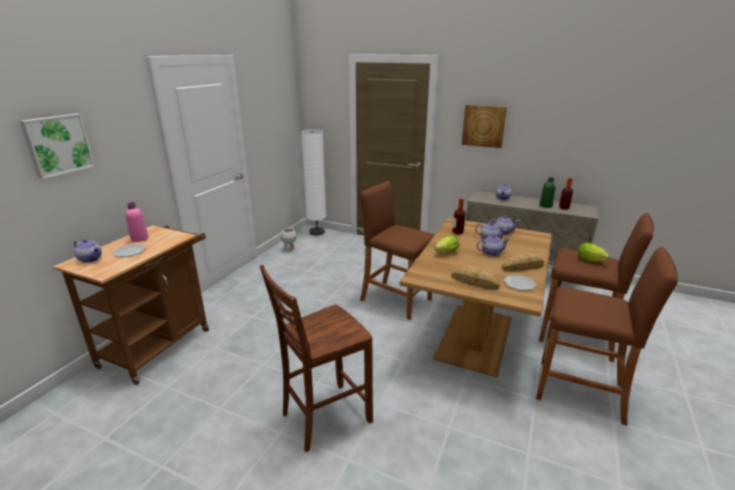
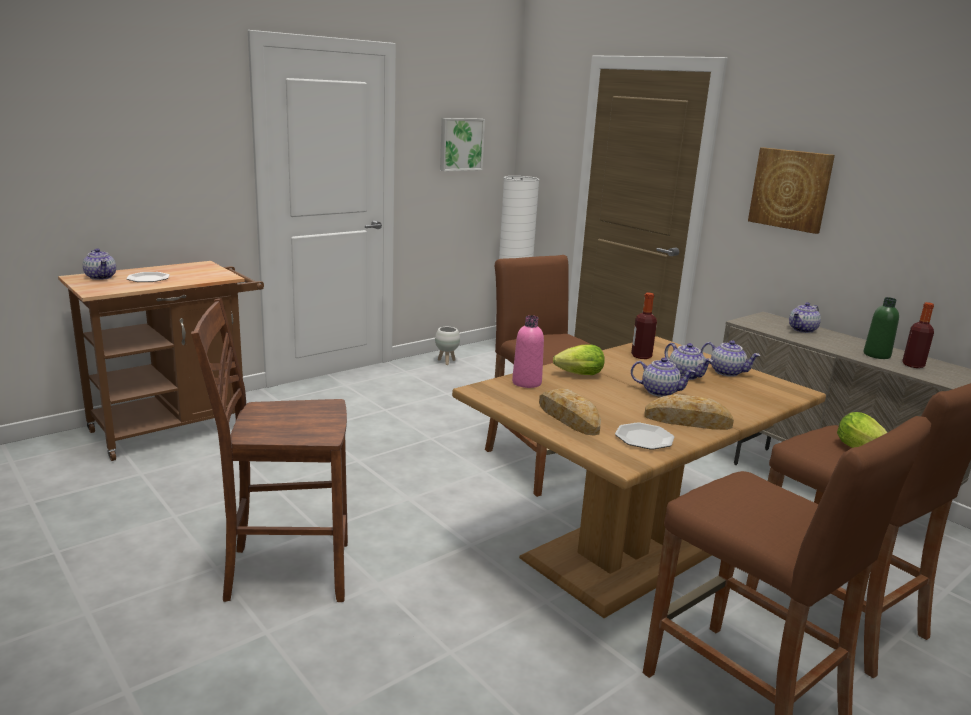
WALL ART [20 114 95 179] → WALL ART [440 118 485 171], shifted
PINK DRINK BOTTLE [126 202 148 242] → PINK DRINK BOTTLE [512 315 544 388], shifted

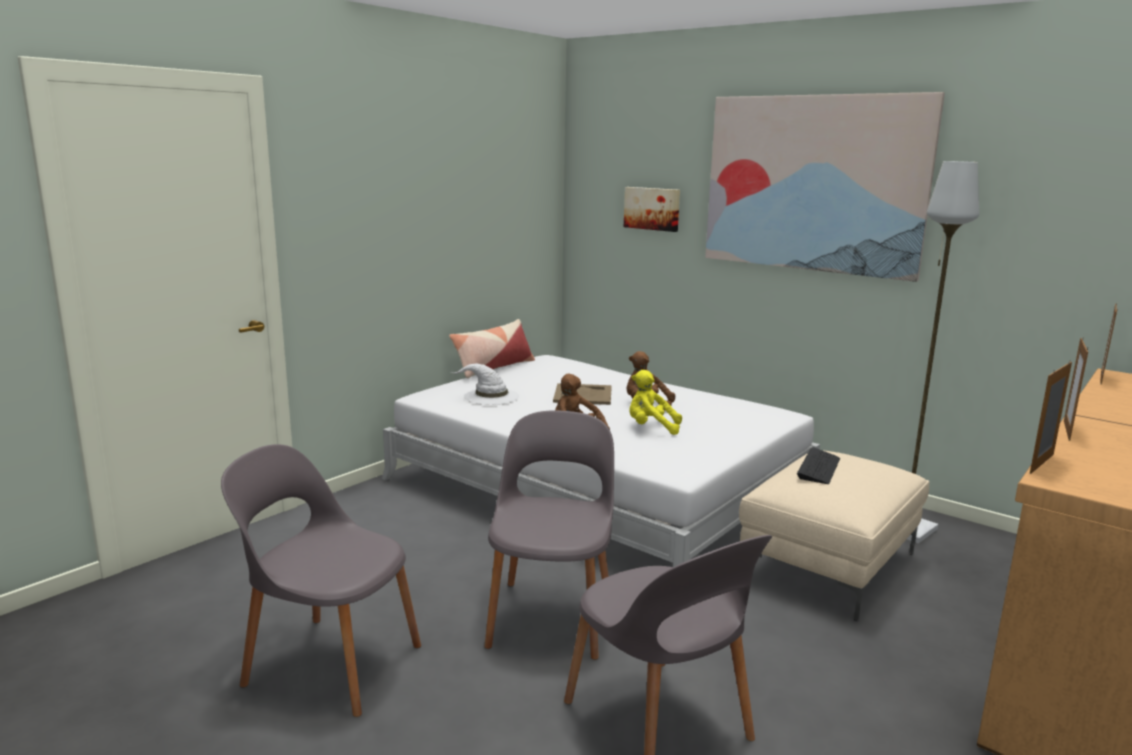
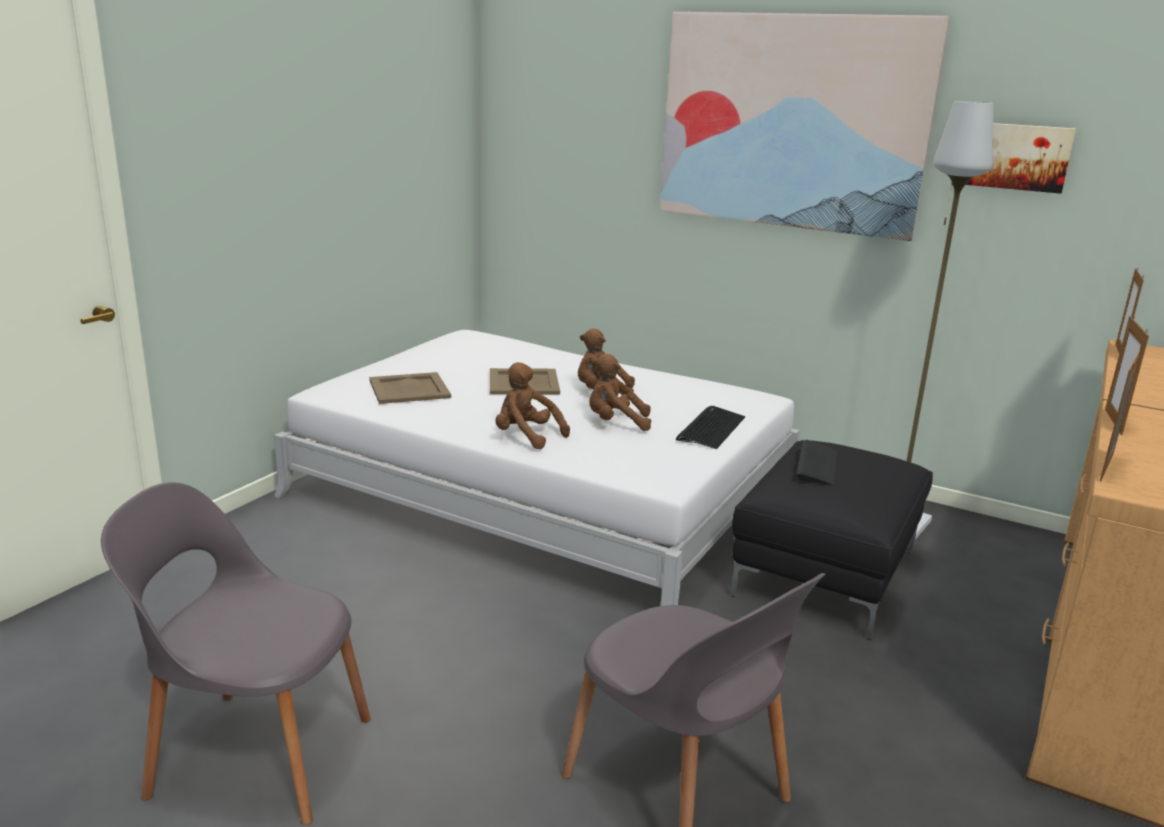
WHITE-COLOURED CLOTHING HAT [451 364 519 405] → BEIGE-COLOURED SERVING TRAY [369 372 451 404]
YELLOWISH CUDDLY TOY [629 370 682 435] → BROWN-COLOURED CUDDLY TOY [589 354 651 431]
- → PC KEYBOARD [676 406 745 449]
BEIGE-COLOURED OTTOMAN [739 450 929 621] → BLACK OTTOMAN [731 440 933 640]
WALL ART [624 187 680 232] → WALL ART [966 123 1076 194], shifted
CUSHION [449 319 535 378] → -
GRAY CHAIR [484 410 614 660] → -

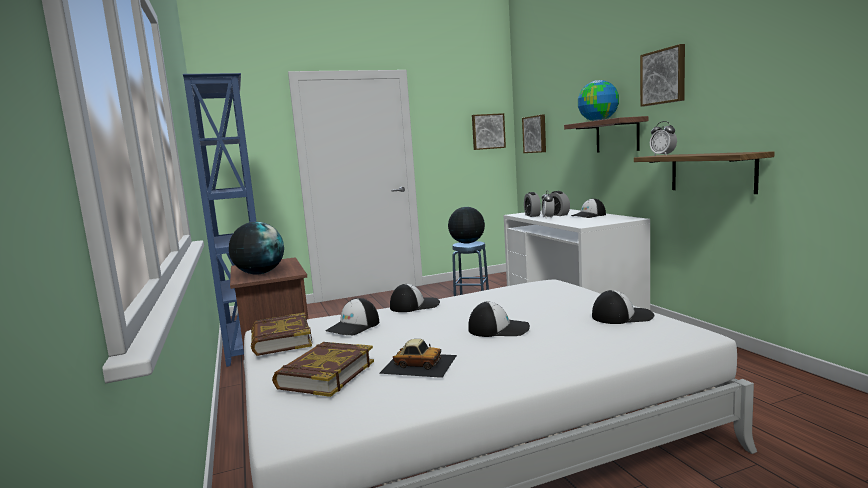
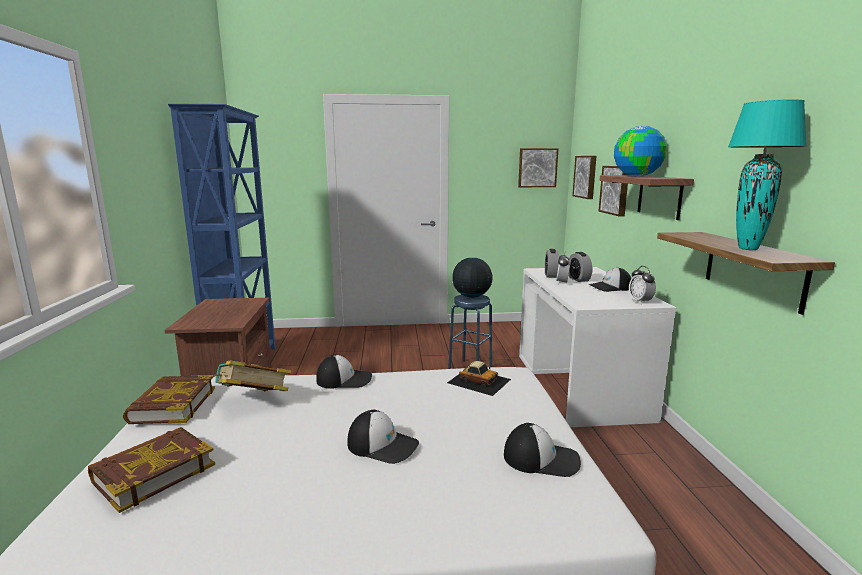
PEAKED CAP [326 298 379 335] → BOOK [210 361 291 391]
MODEL CAR [379 339 457 378] → MODEL CAR [447 361 511 396], shifted
WALL ART [640 44 685 107] → WALL ART [599 166 628 217], shifted
ALARM CLOCK [650 121 677 156] → ALARM CLOCK [629 266 656 304], shifted
- → TURQUOISE-COLOURED TABLE LAMP [728 99 807 250]
DESK GLOBE [229 222 284 274] → -

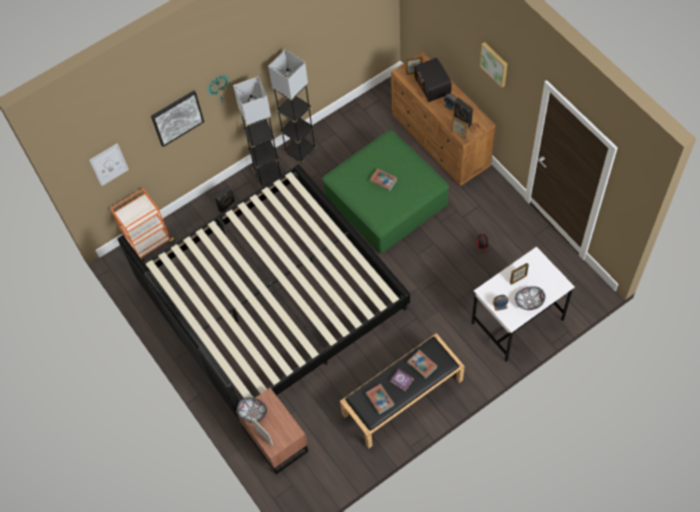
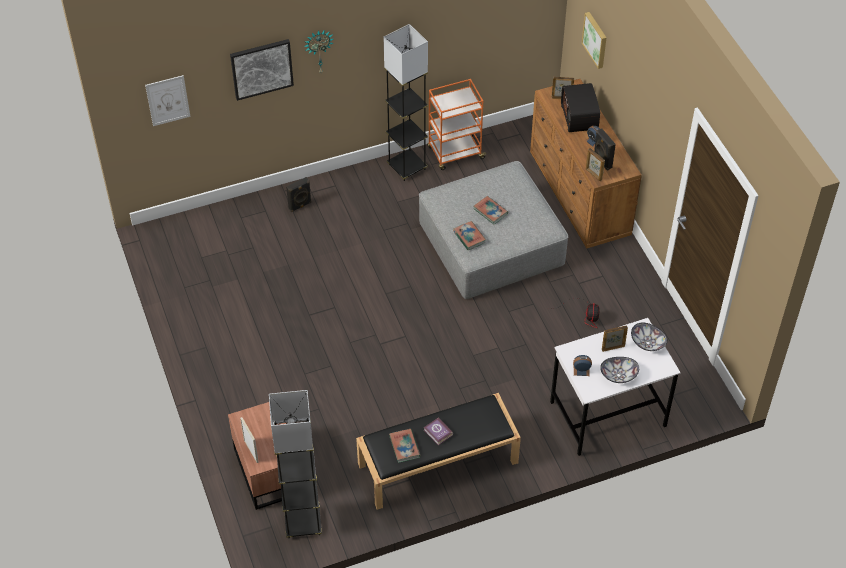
GRAY FLOOR LAMP [233 77 282 188] → GRAY FLOOR LAMP [269 390 322 539], shifted
GREENISH OTTOMAN [322 130 449 254] → GRAY OTTOMAN [419 161 568 299]
ORANGEY CART [110 188 176 262] → ORANGEY CART [427 79 487 170], shifted
BOOK [407 350 437 379] → BOOK [453 221 486 250], shifted
WALL ART [480 42 507 88] → WALL ART [582 12 606 69], shifted
DEEP DISH [237 397 267 423] → DEEP DISH [631 323 668 351], shifted
SLEEPING BED [118 164 410 420] → -

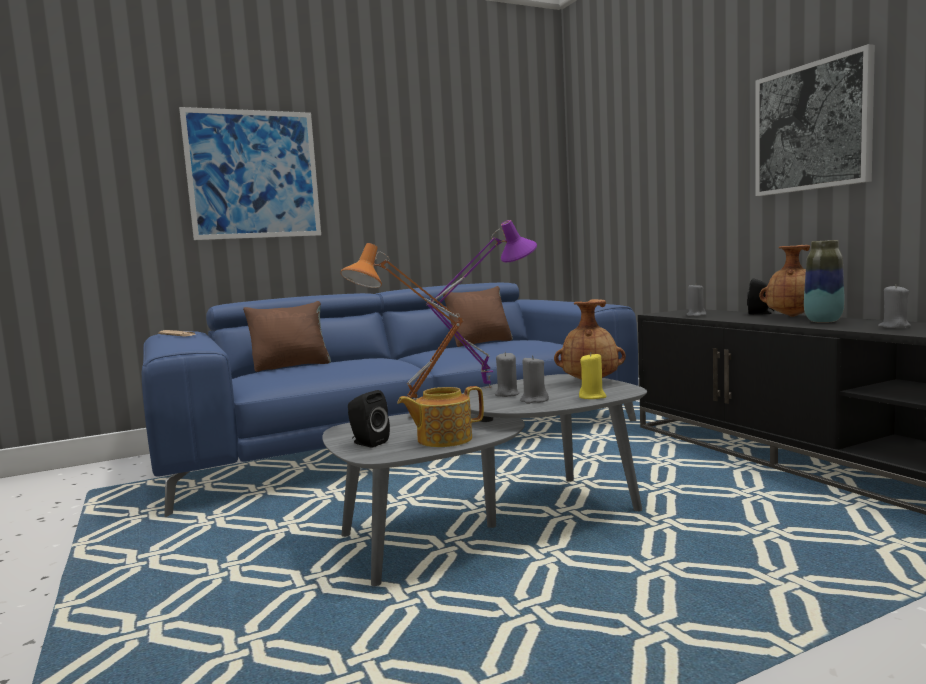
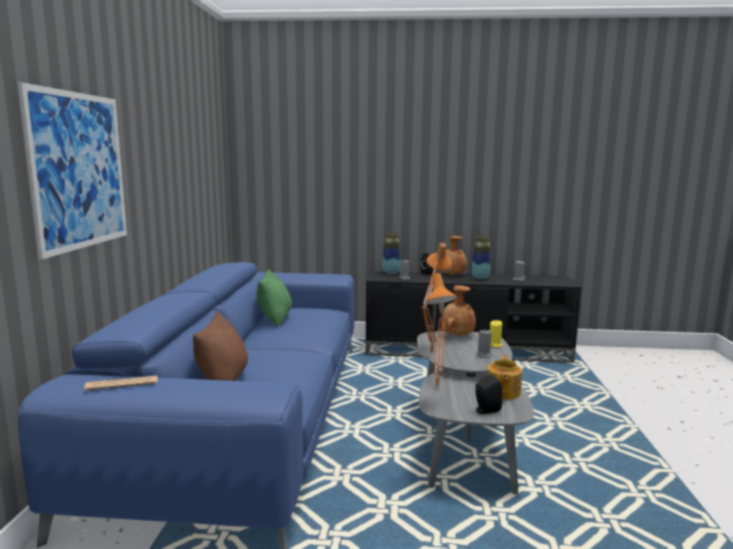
BROWN-COLOURED CUSHION [443 286 513 347] → GREENISH CUSHION [256 269 292 327]
- → DECORATIVE VASE [383 233 400 274]
PURPLISH TABLE LAMP [426 220 537 388] → ORANGEY TABLE LAMP [422 243 452 355]
GRAY WAX CANDLE [495 352 520 397] → -
WALL ART [755 44 875 196] → -

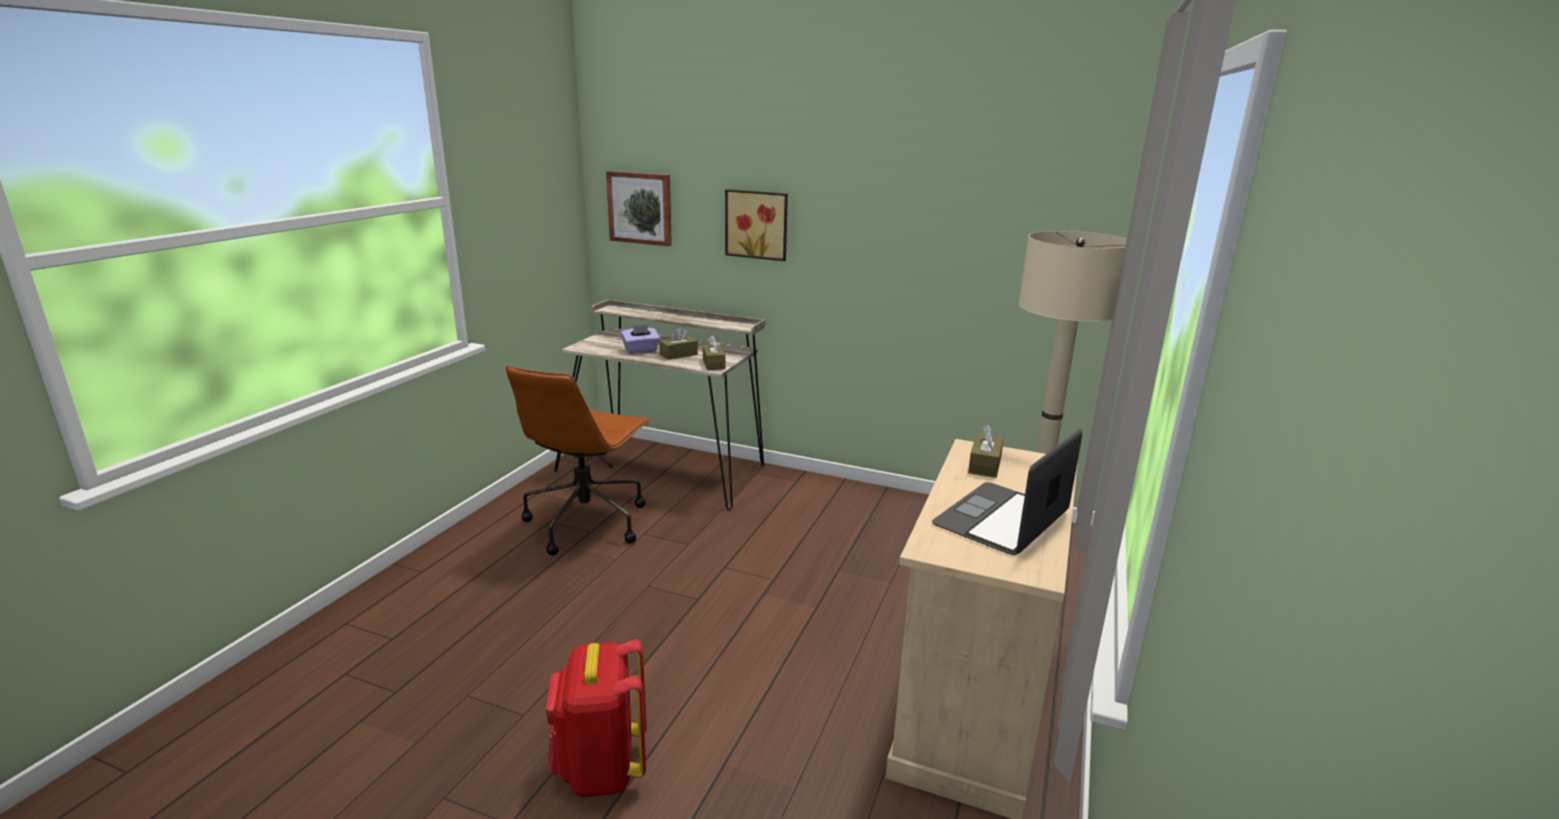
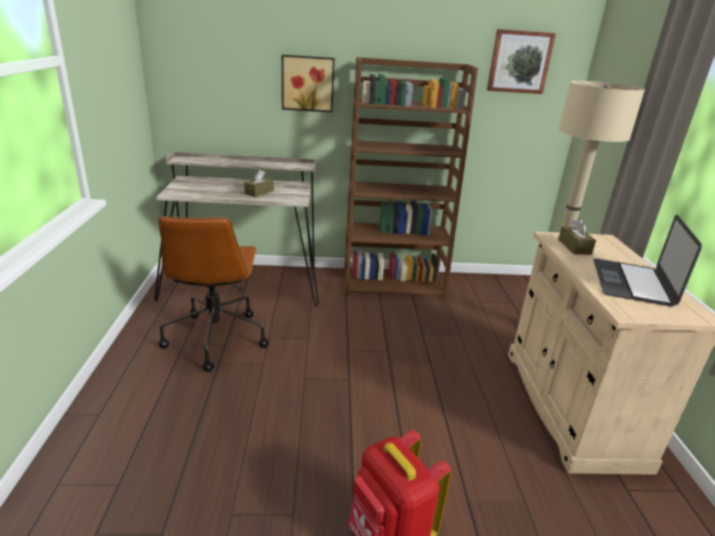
- → BROWN-COLOURED SHELVING UNIT [344 57 478 298]
WALL ART [606 171 672 246] → WALL ART [487 29 556 94], shifted
PURPLISH BOX OF TISSUES [621 325 660 353] → -
BROWN-COLOURED BOX OF TISSUES [703 336 726 370] → -

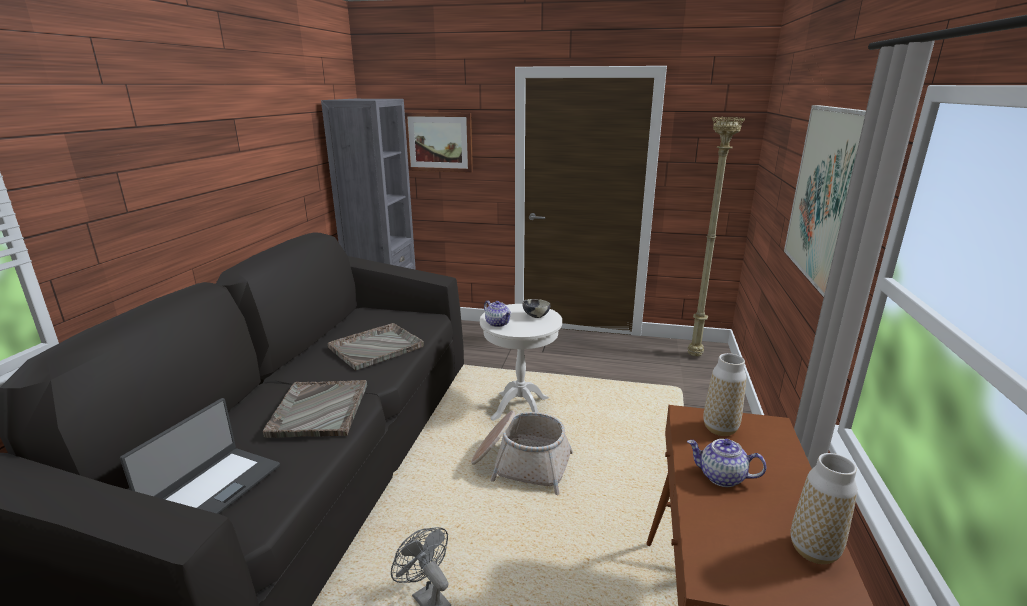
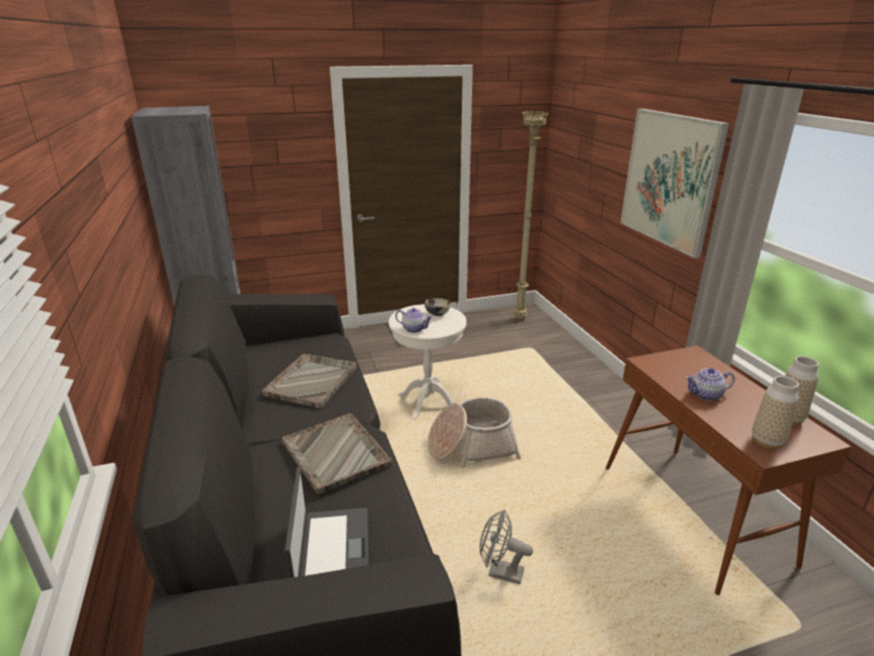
DECORATIVE VASE [703 353 746 436] → DECORATIVE VASE [752 376 799 449], shifted
WALL ART [405 112 473 173] → -

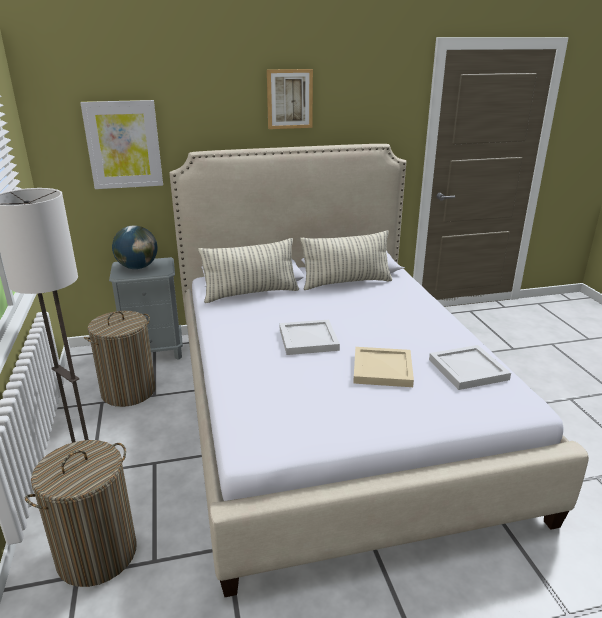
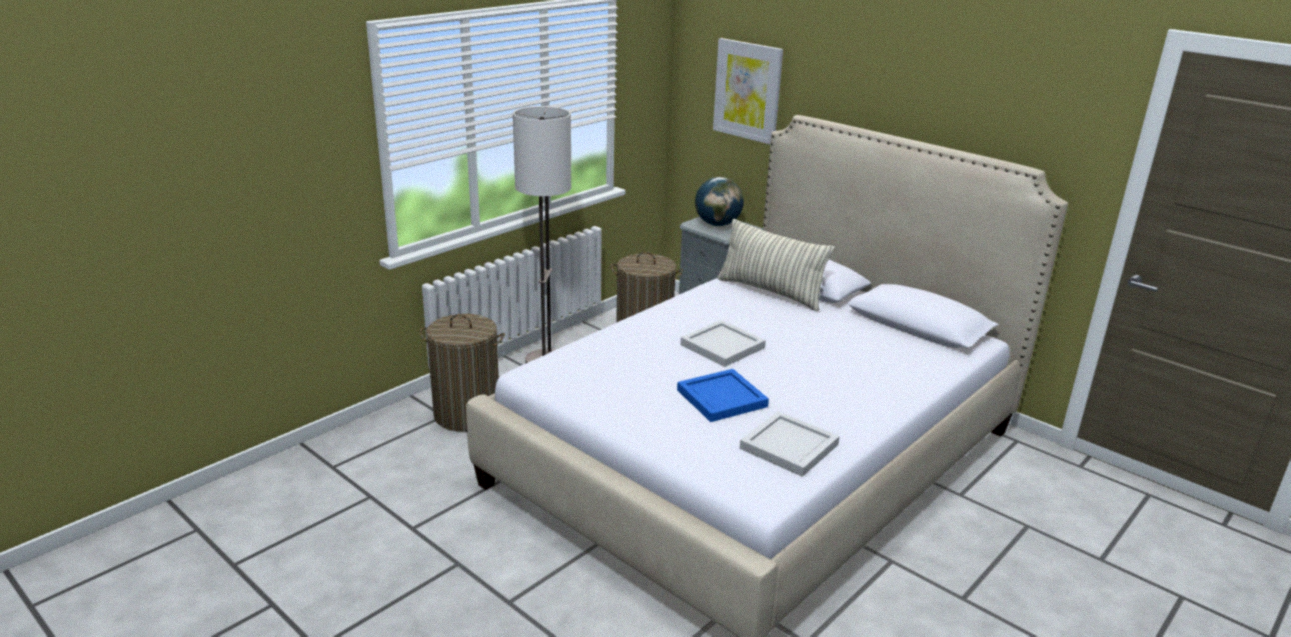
BEIGE-COLOURED SERVING TRAY [353 347 414 387] → BLUE-COLOURED SERVING TRAY [677 369 769 422]
WALL ART [267 69 313 129] → -
CUSHION [300 230 392 290] → -

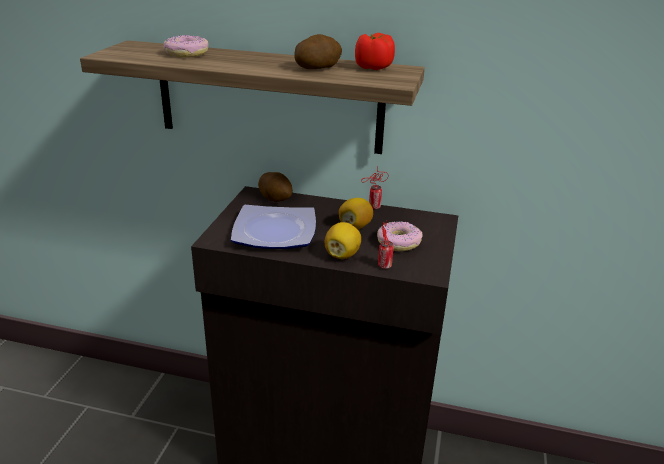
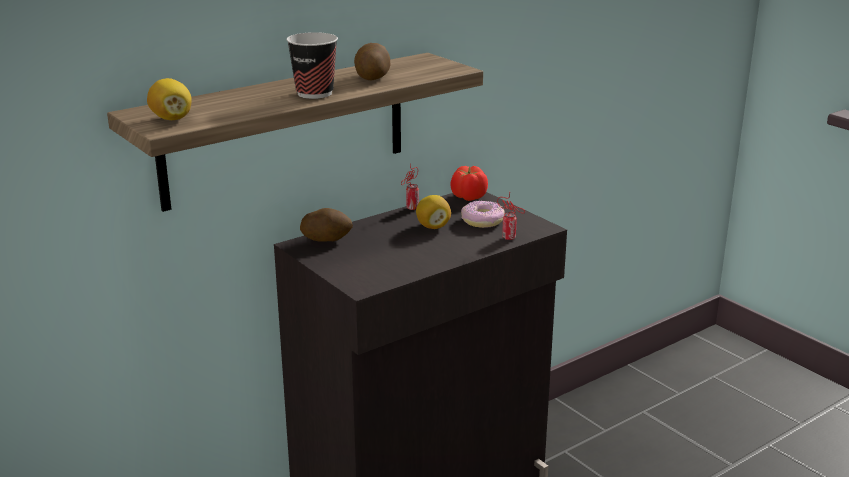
CITRUS FRUIT [325 222 361 259] → CITRUS FRUIT [147 78 192 120], shifted
- → DRINKING CUP [286 32 338 99]
WHOLE TOMATO [355 33 395 70] → WHOLE TOMATO [451 166 488 201], shifted
DOUGHNUT [163 35 209 58] → -
PLATE [231 205 316 249] → -

